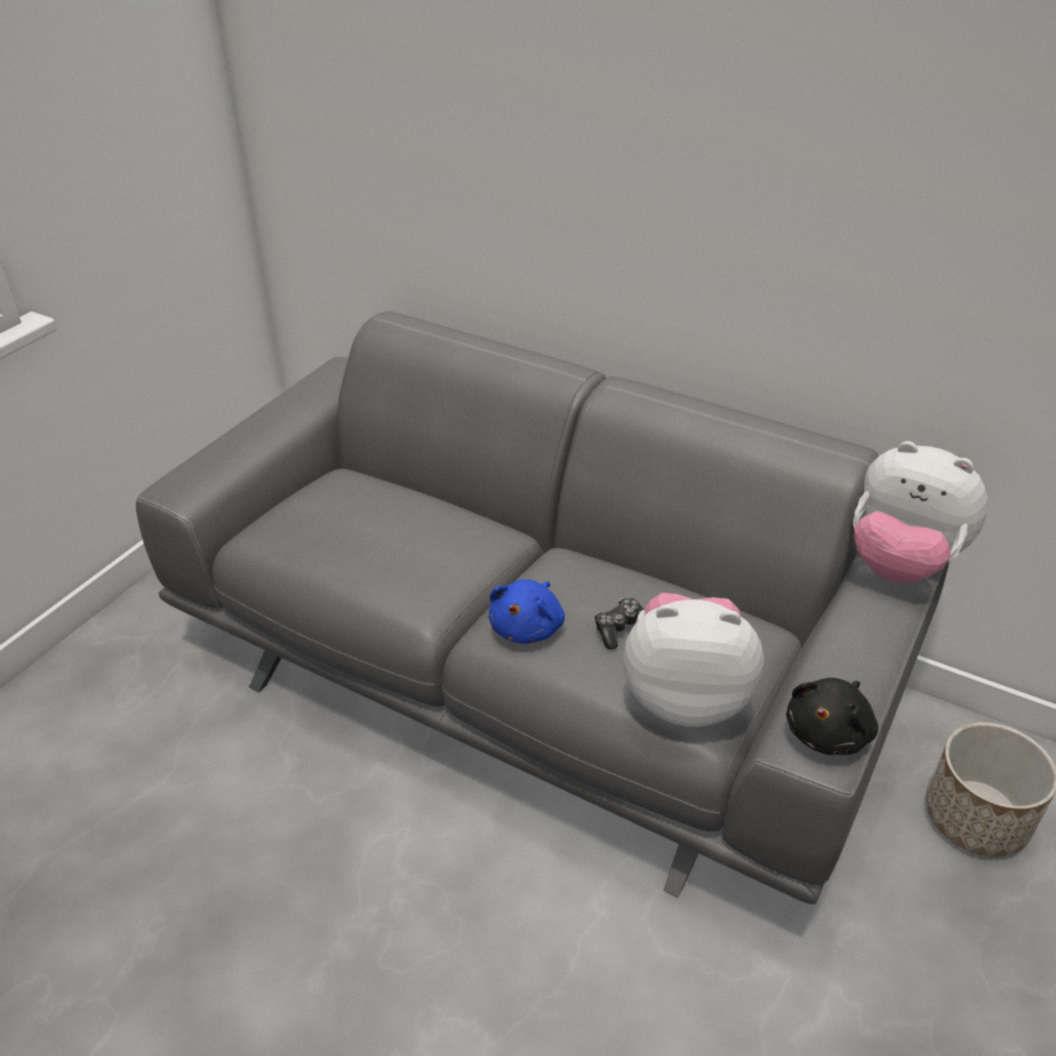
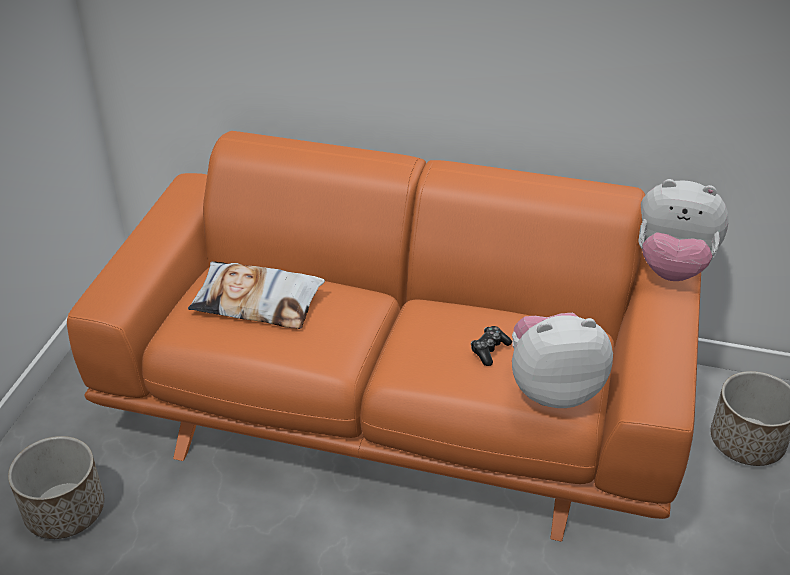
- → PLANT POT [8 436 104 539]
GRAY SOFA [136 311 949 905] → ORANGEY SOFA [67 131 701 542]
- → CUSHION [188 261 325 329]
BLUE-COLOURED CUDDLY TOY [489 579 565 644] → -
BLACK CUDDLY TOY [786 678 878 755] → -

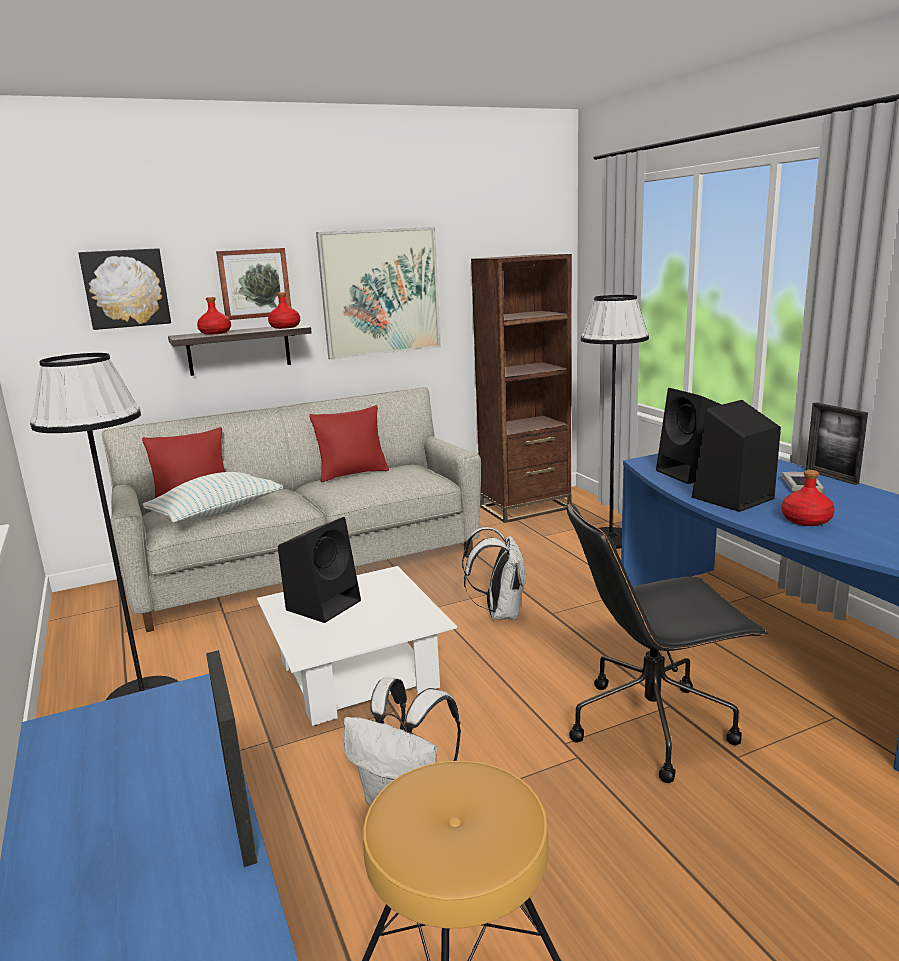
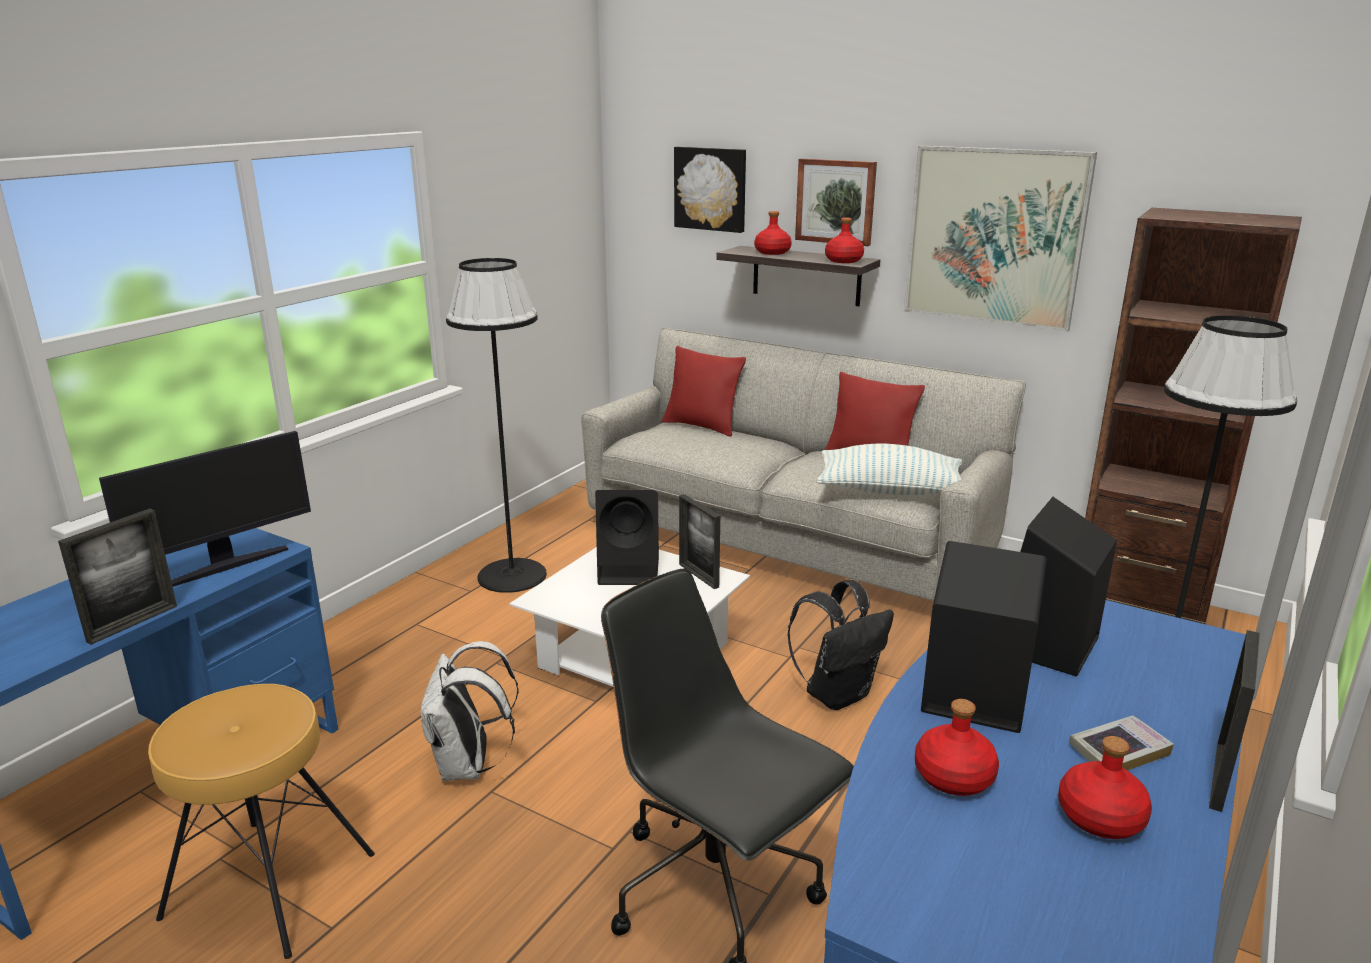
- → MONITOR [99 431 311 587]
- → PHOTO FRAME [679 494 720 589]
WHITE-COLOURED BACKPACK [462 527 526 620] → BLACK BACKPACK [787 580 894 710]
CUSHION [142 472 283 523] → CUSHION [816 444 962 495], shifted
- → REDDISH DRINK BOTTLE [1058 736 1152 839]

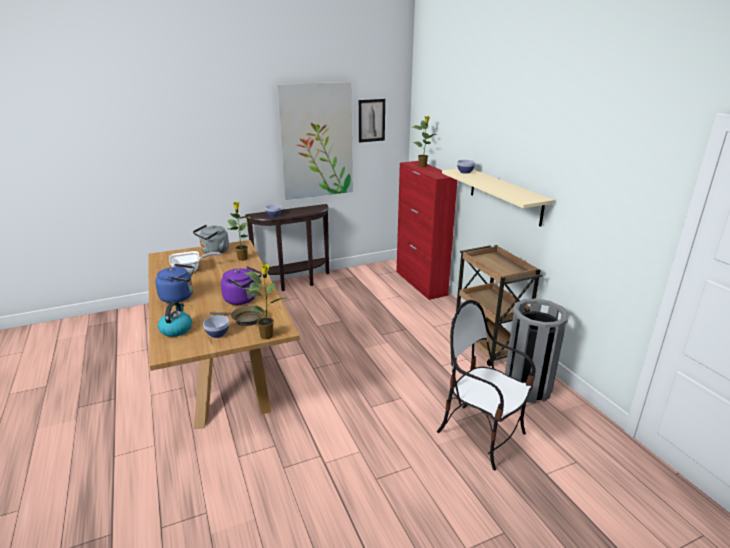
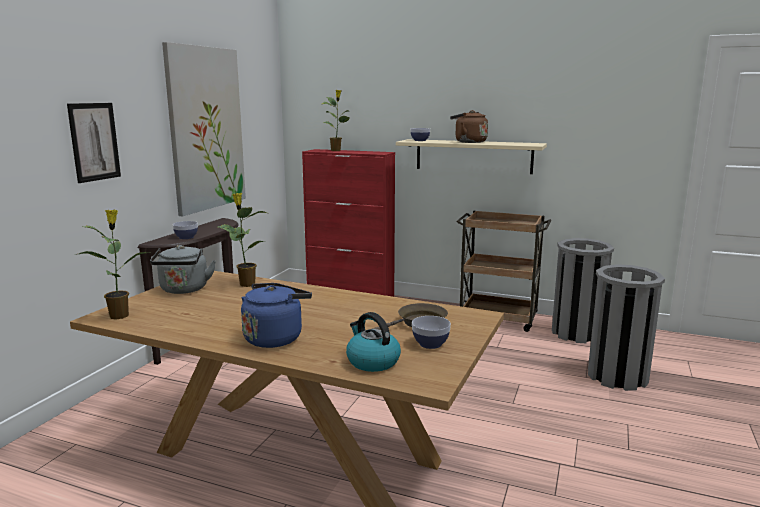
WALL ART [359 99 385 143] → WALL ART [67 103 121 183], shifted
POTTED PLANT [244 263 289 339] → POTTED PLANT [75 210 151 320], shifted
- → BROWN-COLOURED KETTLE [450 110 488 143]
CHAIR [437 300 535 471] → GRAY TRASH CAN [588 264 665 391]
FRYING PAN [169 251 221 273] → -
PURPLISH KETTLE [221 266 262 305] → -

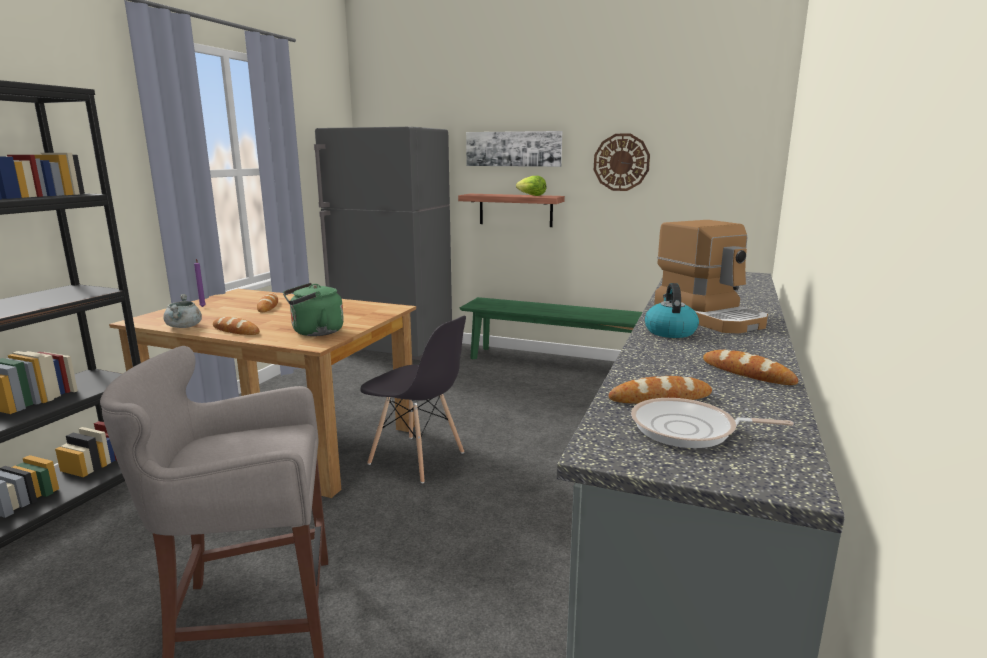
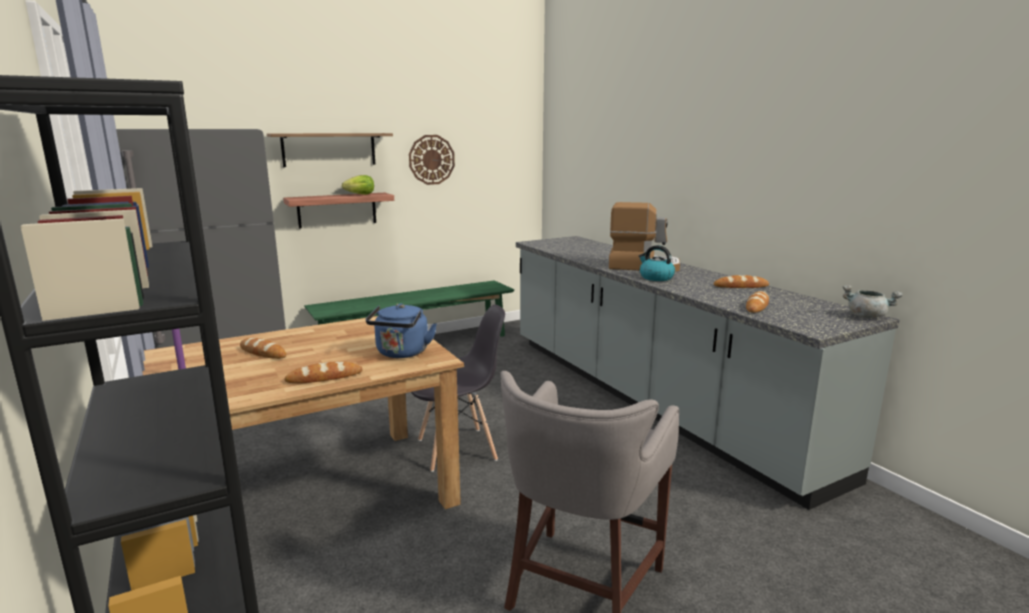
WALL ART [466 131 562 167] → BRACKET SHELF [267 133 393 167]
GREENISH KETTLE [283 283 344 336] → BLUE-COLOURED KETTLE [366 303 437 358]
GRAY STOCKPOT [163 294 202 328] → GRAY STOCKPOT [843 285 903 318], shifted
FRYING PAN [631 398 794 448] → -

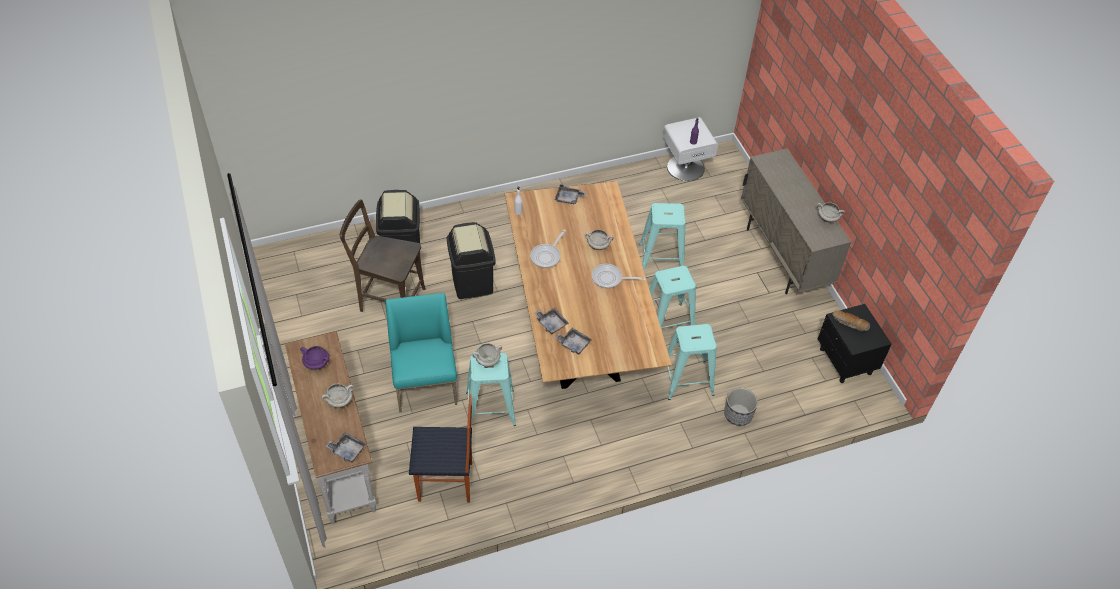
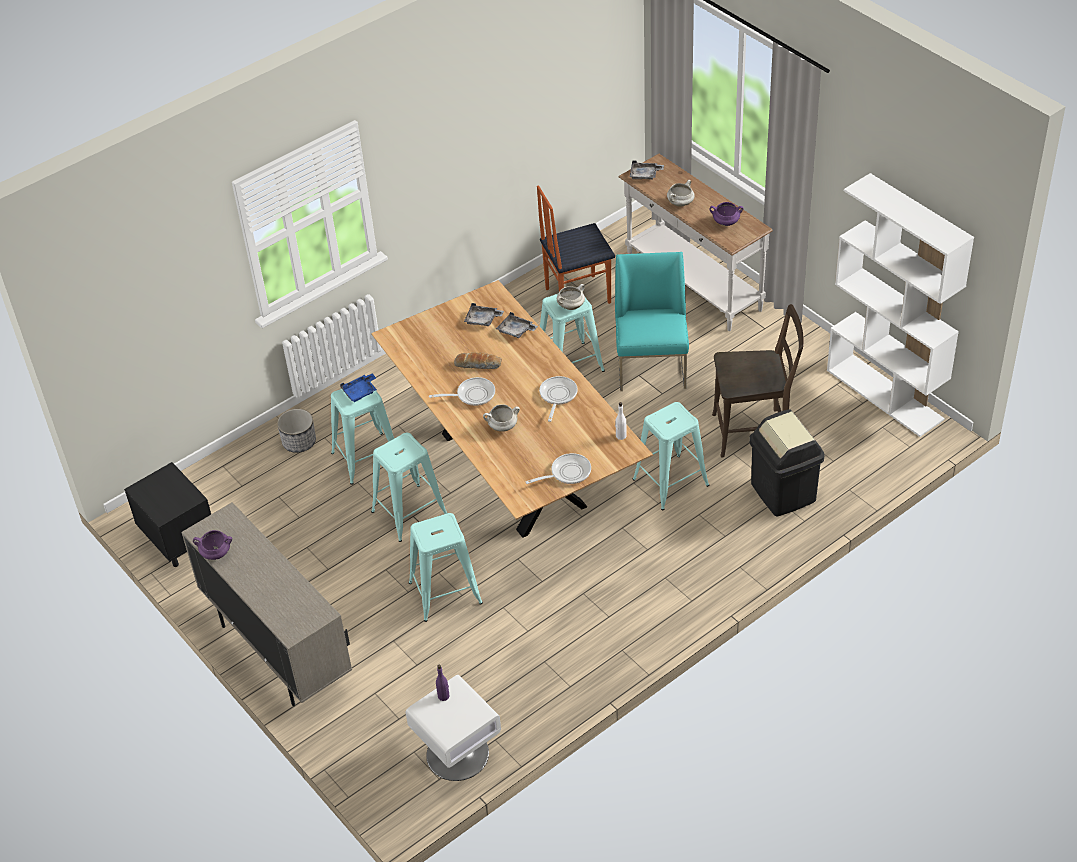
WHITE-COLOURED STOCKPOT [817 202 845 223] → PURPLISH STOCKPOT [193 530 232 560]
- → BLUE-COLOURED SERVING TRAY [340 373 377 402]
BREAD [832 311 870 331] → BREAD [454 352 502 369], shifted
GRAY SERVING TRAY [555 185 586 204] → FRYING PAN [526 453 591 484]
TURQUOISE-COLOURED CHAIR [386 293 457 412] → TURQUOISE-COLOURED CHAIR [615 252 689 391], 150 degrees counterclockwise
BLACK TRASH CAN [447 222 495 299] → TURQUOISE-COLOURED STOOL [633 402 709 510]
- → WHITE-COLOURED SHELVING UNIT [827 173 974 437]

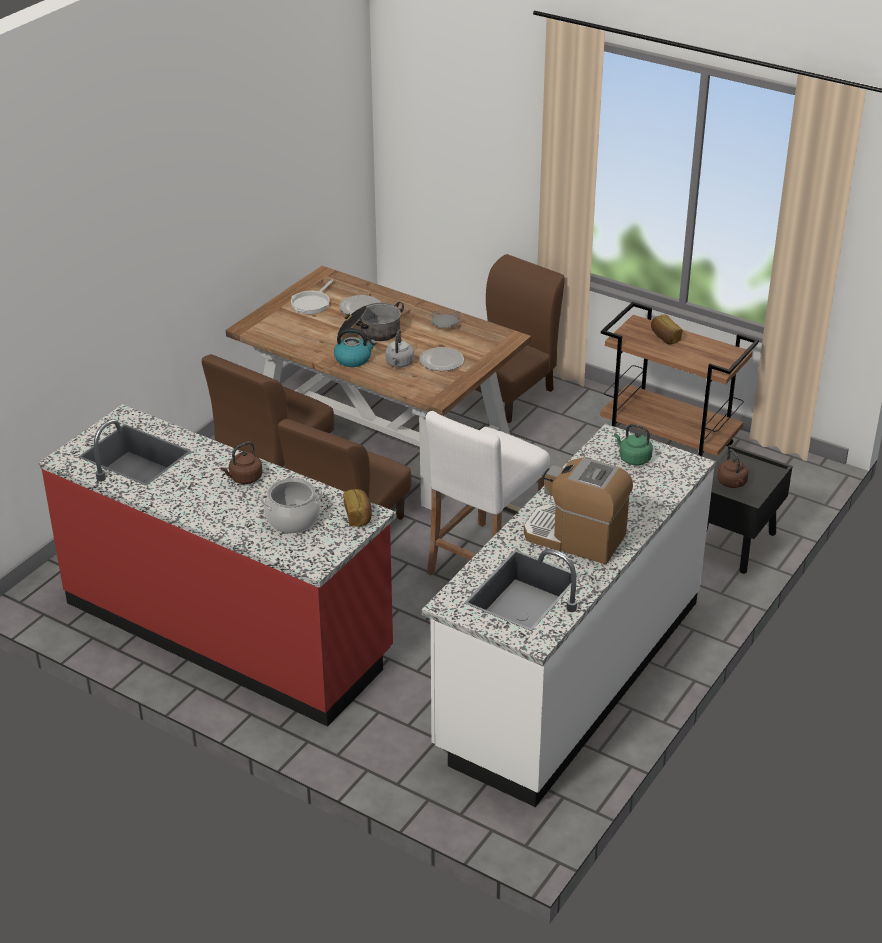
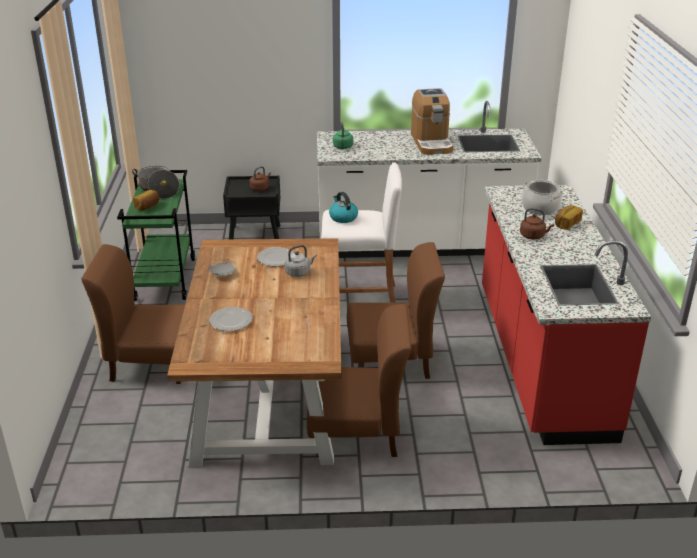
BROWN-COLOURED CART [600 302 759 456] → GREENISH CART [117 170 195 301]
STOCKPOT [337 302 404 341] → STOCKPOT [132 166 180 199], shifted
KETTLE [334 328 376 367] → KETTLE [329 192 358 223], shifted
BREAD [343 489 372 527] → BREAD [555 205 583 230], shifted
FRYING PAN [291 279 333 314] → -

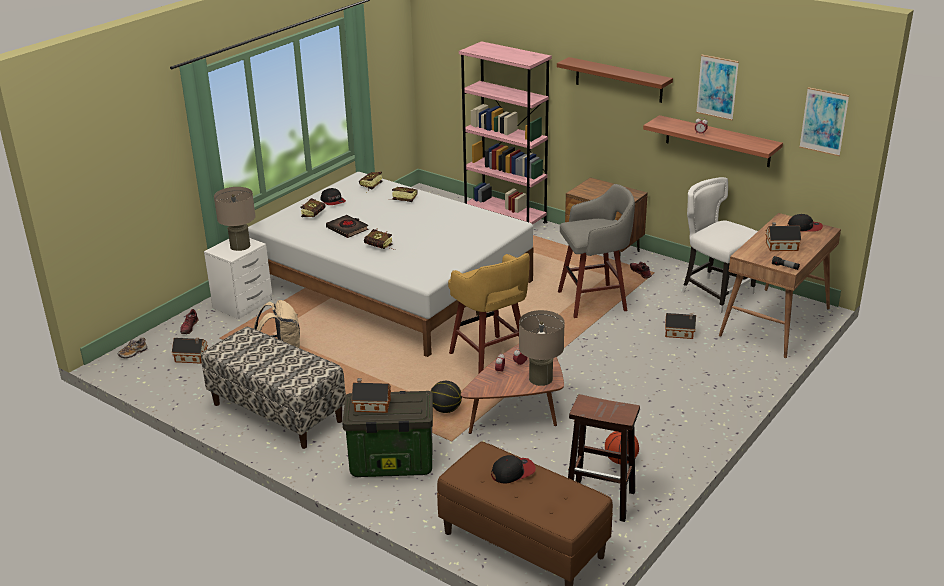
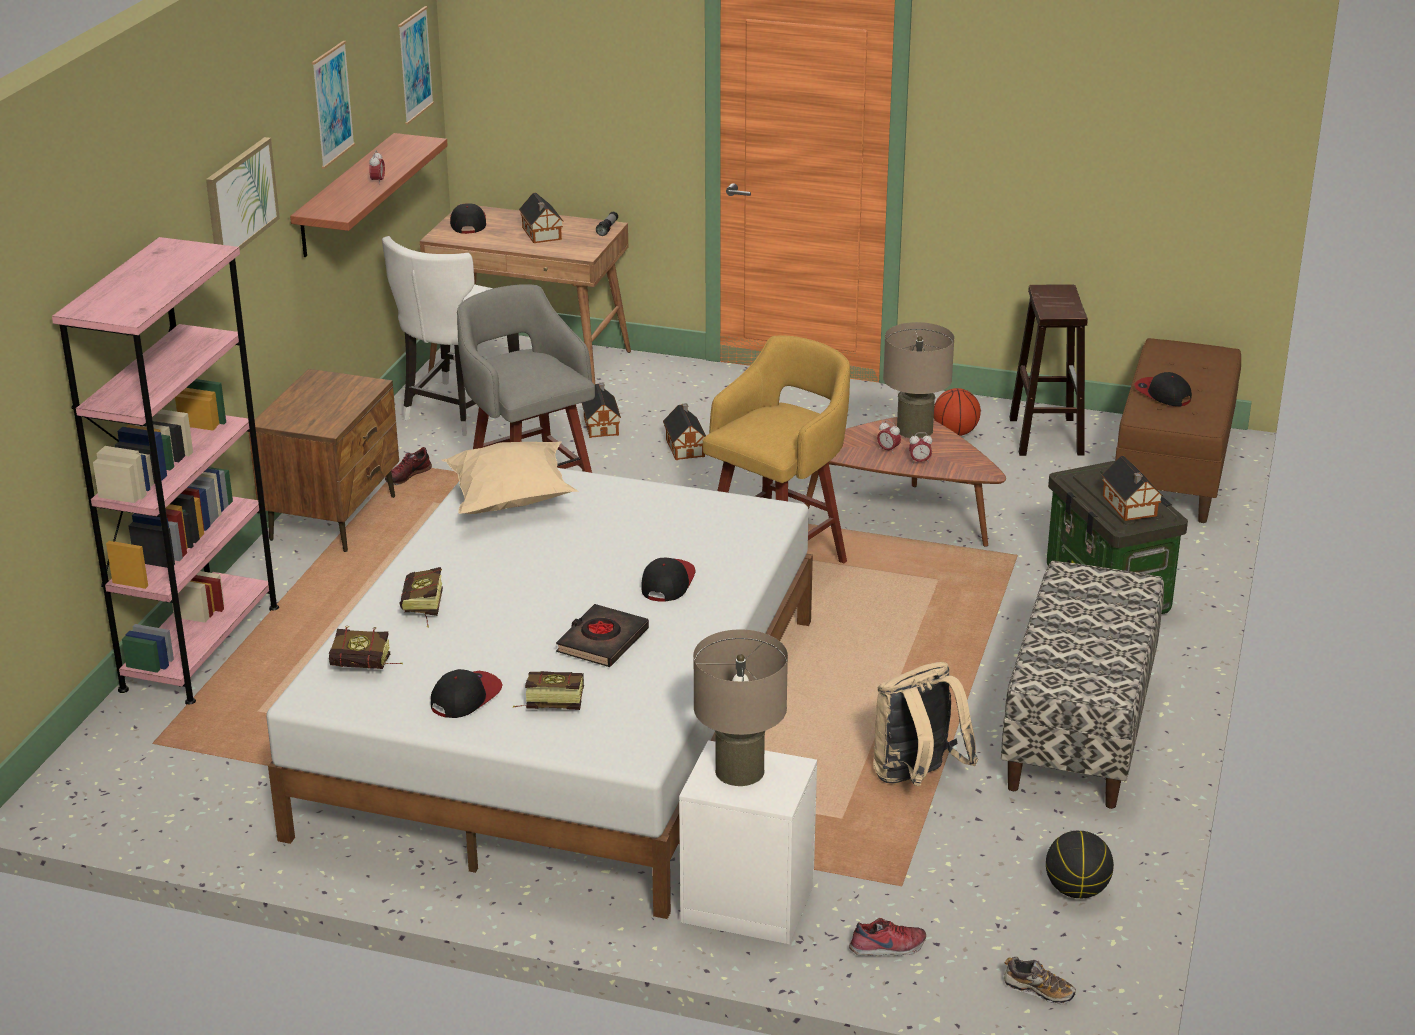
BROWN-COLOURED BRACKET SHELF [557 57 673 103] → WALL ART [206 137 280 250]
- → BEIGE-COLOURED CUSHION [442 441 579 514]
BOOK [364 228 396 250] → PEAKED CAP [641 558 695 602]
TOY HOUSE [172 338 208 364] → TOY HOUSE [663 403 706 460], shifted
BALL FOR BASKETBALL [431 381 462 413] → BALL FOR BASKETBALL [1046 831 1114 898], shifted

